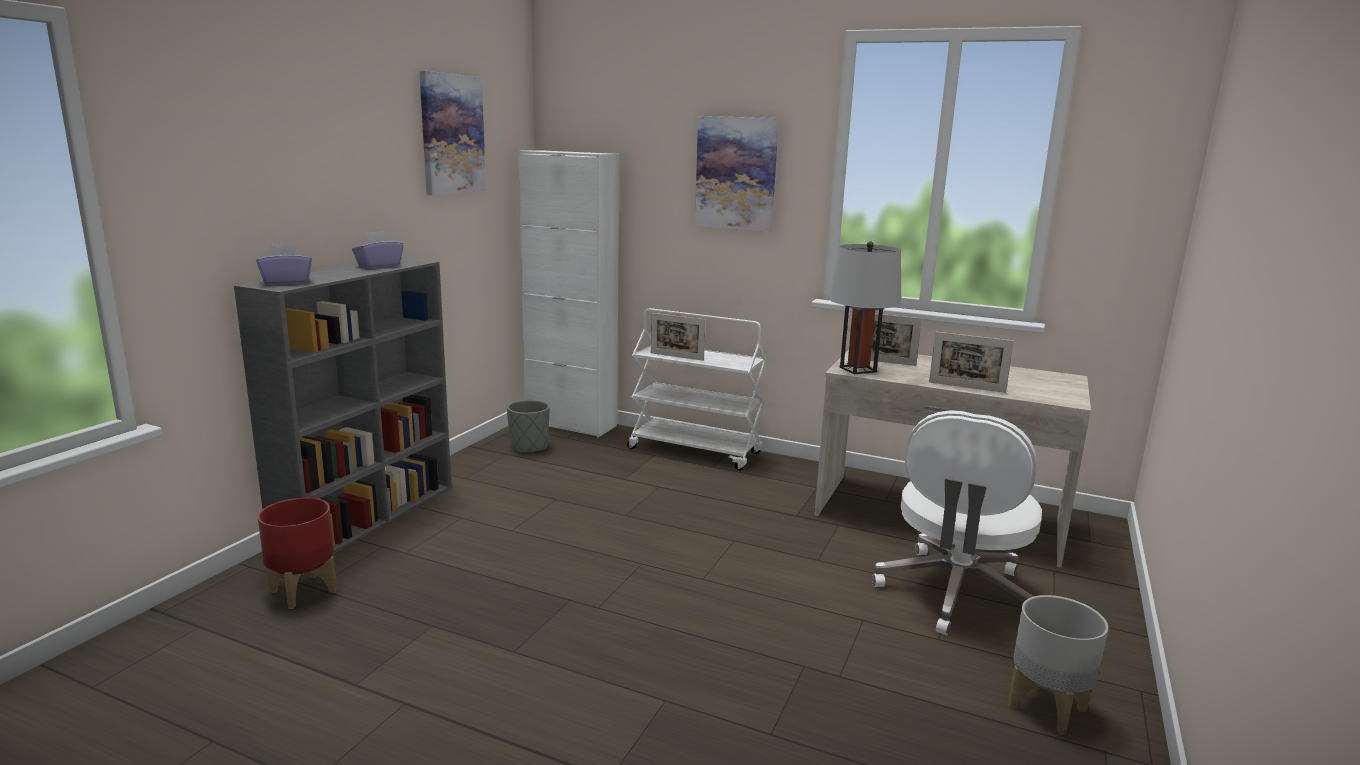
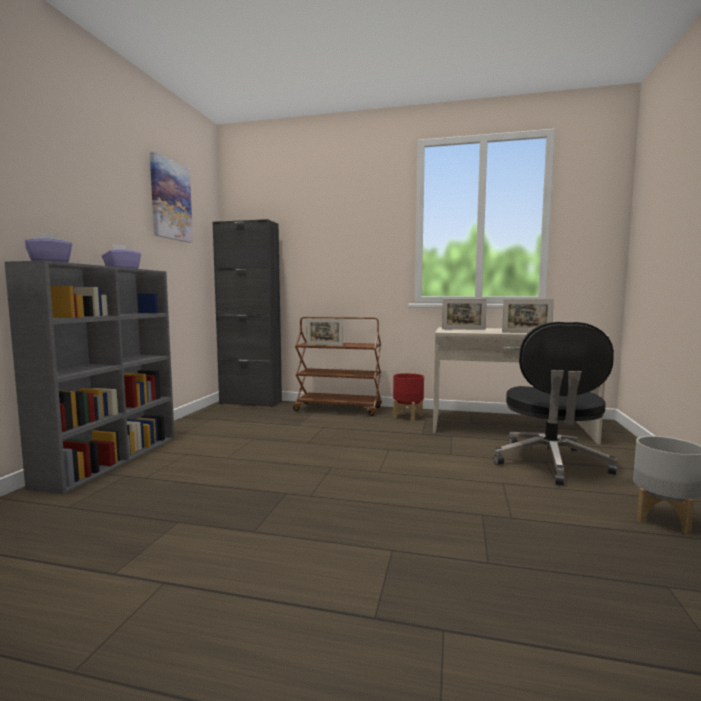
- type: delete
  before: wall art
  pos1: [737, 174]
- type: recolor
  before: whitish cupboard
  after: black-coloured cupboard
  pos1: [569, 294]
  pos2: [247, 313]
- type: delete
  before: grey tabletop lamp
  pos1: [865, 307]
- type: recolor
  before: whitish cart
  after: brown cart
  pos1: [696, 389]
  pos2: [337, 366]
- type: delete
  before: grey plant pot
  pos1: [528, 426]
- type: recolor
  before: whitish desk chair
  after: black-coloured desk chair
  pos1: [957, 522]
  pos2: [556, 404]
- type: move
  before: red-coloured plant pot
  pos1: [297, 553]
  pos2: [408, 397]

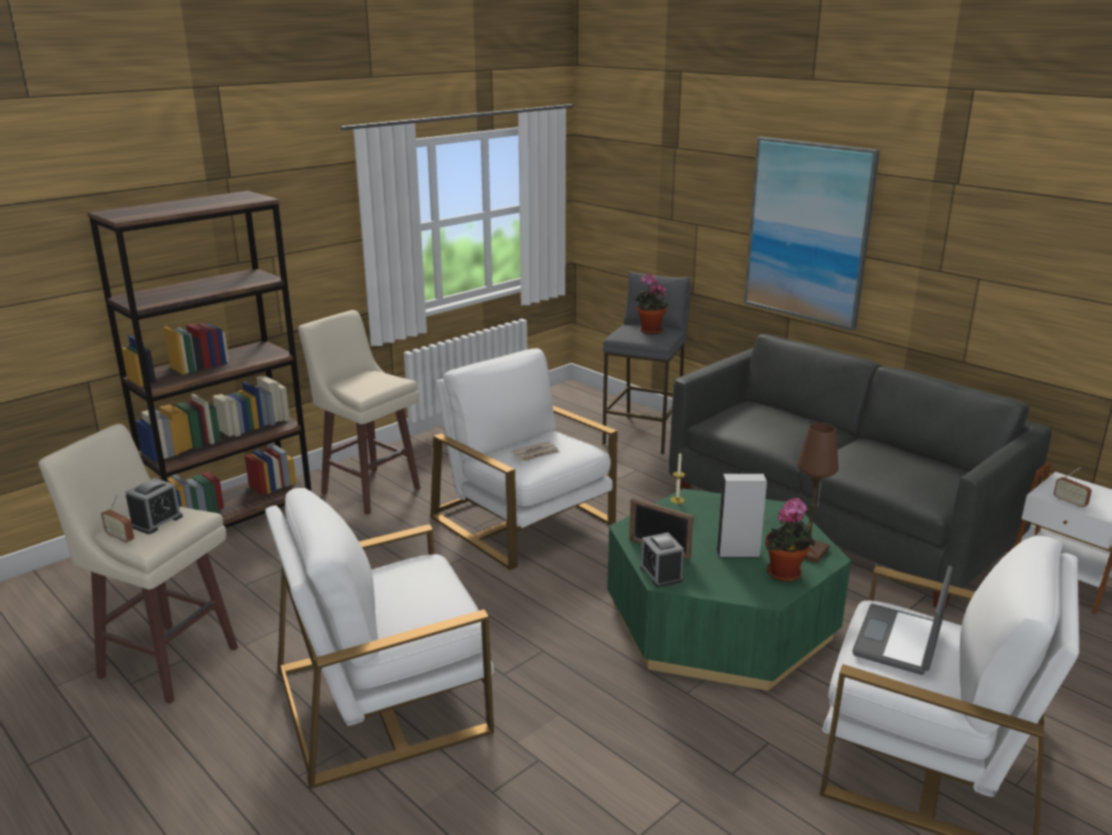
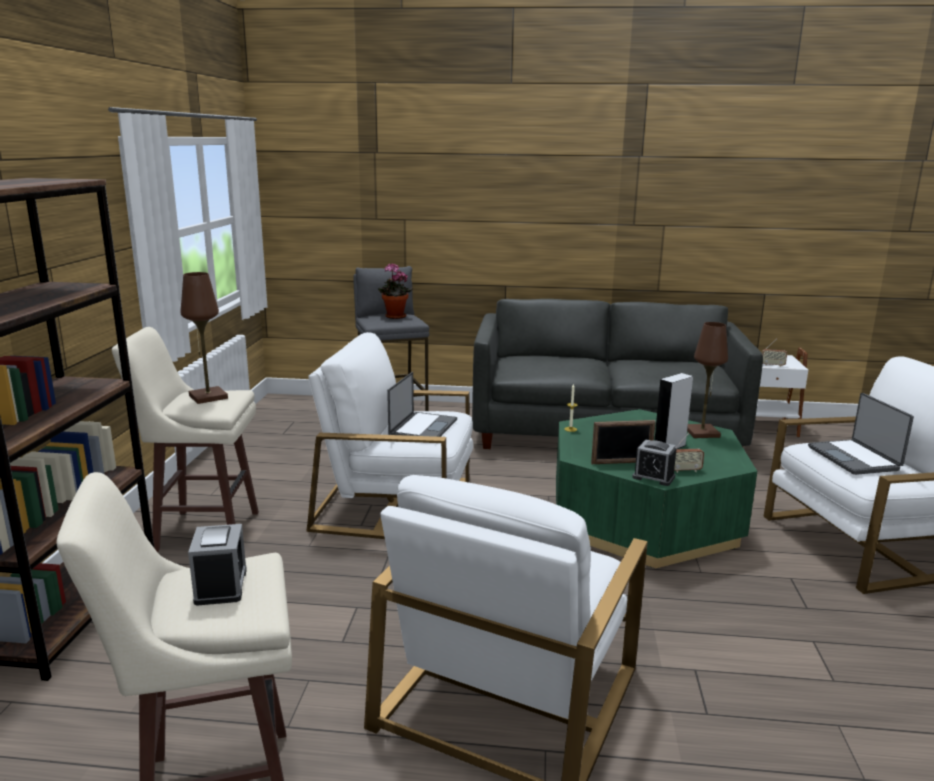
- type: delete
  before: wall art
  pos1: [812, 234]
- type: replace
  before: daily paper
  after: portable computer
  pos1: [535, 451]
  pos2: [422, 404]
- type: move
  before: radio receiver
  pos1: [117, 519]
  pos2: [689, 453]
- type: delete
  before: houseplant
  pos1: [790, 540]
- type: insert
  after: brown tabletop lamp
  pos2: [204, 338]

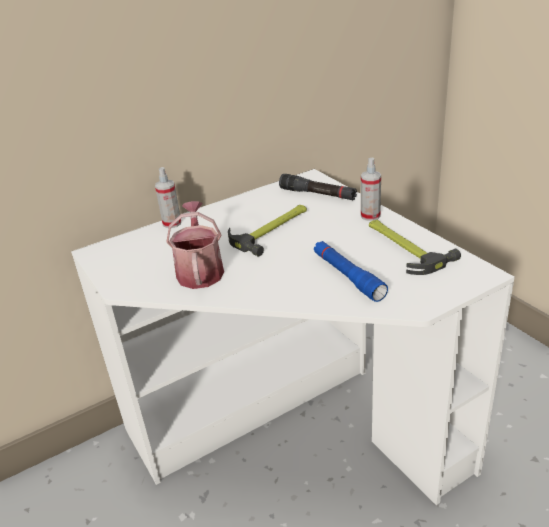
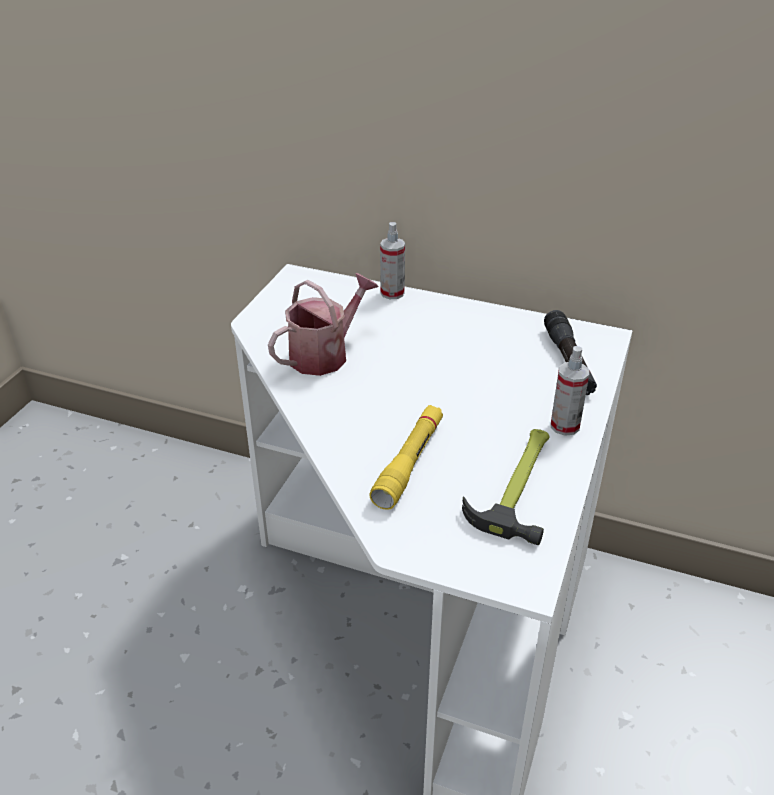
- type: delete
  before: tool hammer
  pos1: [267, 231]
- type: recolor
  before: blue-coloured flashlight
  after: yellowish flashlight
  pos1: [351, 271]
  pos2: [406, 457]

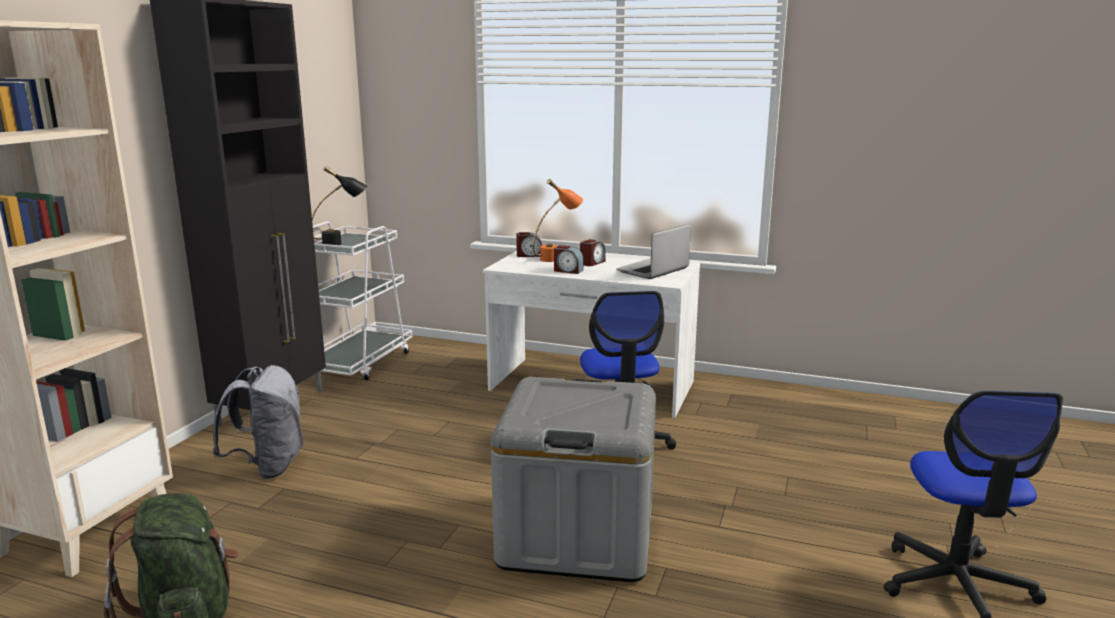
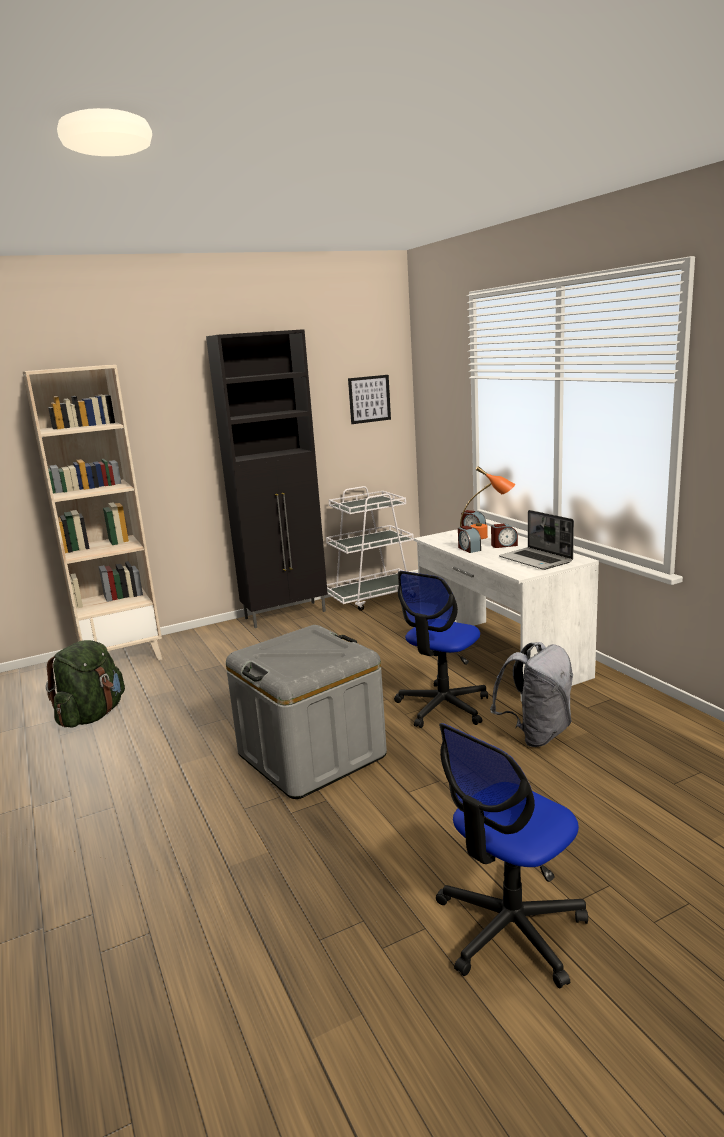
- type: delete
  before: black-coloured tabletop lamp
  pos1: [340, 205]
- type: rotate
  before: portable computer
  pos1: [653, 251]
  pos2: [536, 540]
  turn: -120
- type: move
  before: grey backpack
  pos1: [257, 422]
  pos2: [531, 694]
- type: insert
  after: wall art
  pos2: [369, 399]

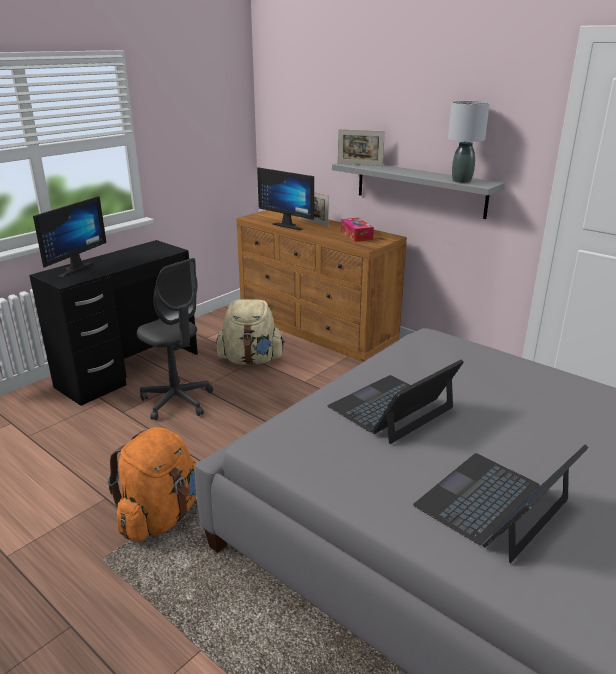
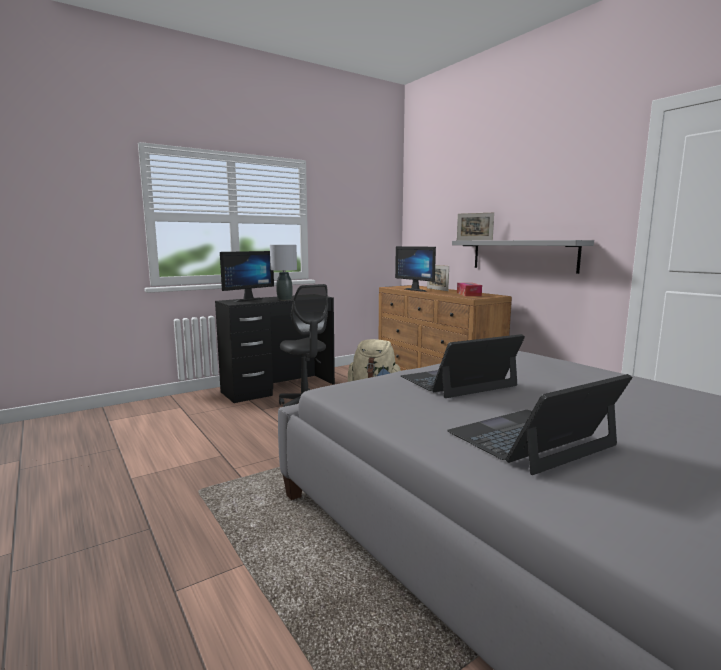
- type: move
  before: grey tabletop lamp
  pos1: [469, 142]
  pos2: [283, 272]
- type: delete
  before: orangey backpack
  pos1: [152, 485]

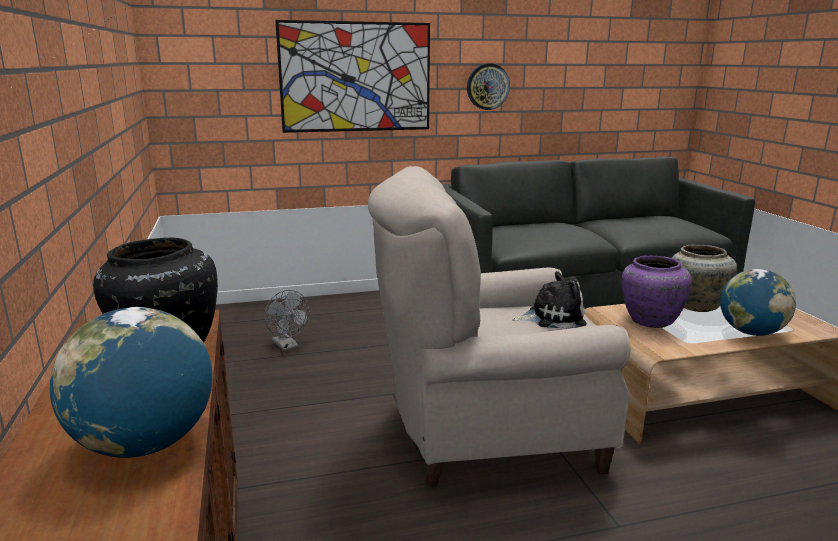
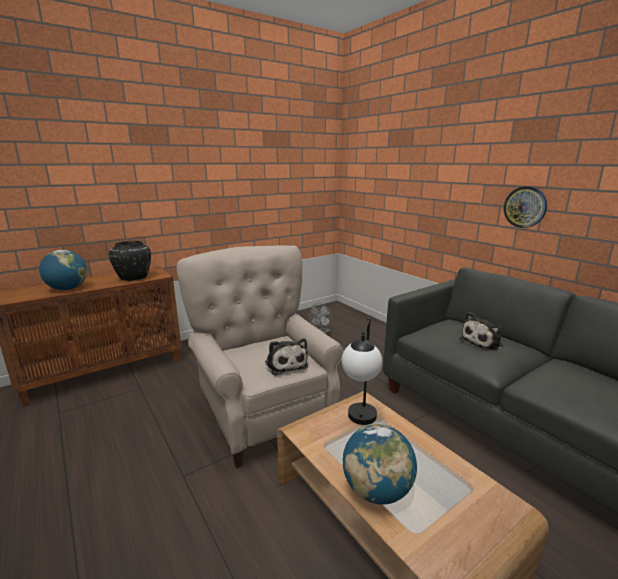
- type: delete
  before: wall art
  pos1: [352, 76]
- type: delete
  before: beige decorative vase
  pos1: [704, 278]
- type: replace
  before: purple decorative vase
  after: tabletop lamp
  pos1: [656, 292]
  pos2: [362, 370]
- type: insert
  after: cuddly toy
  pos2: [481, 331]

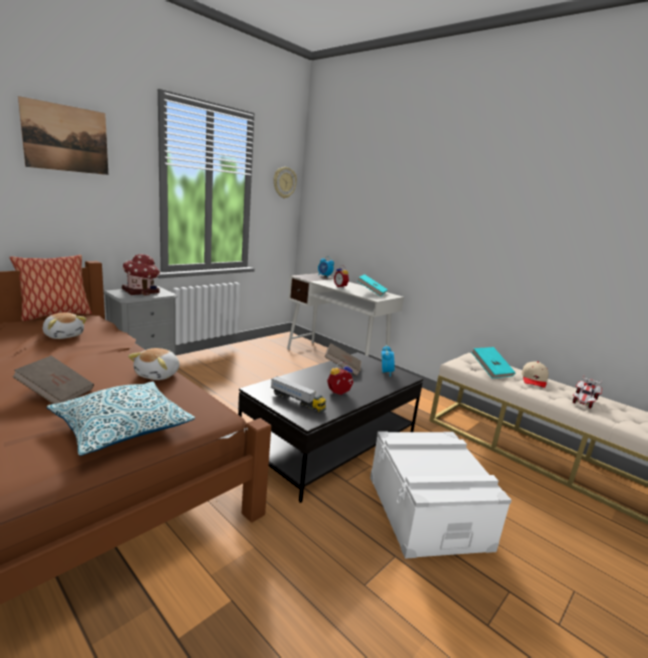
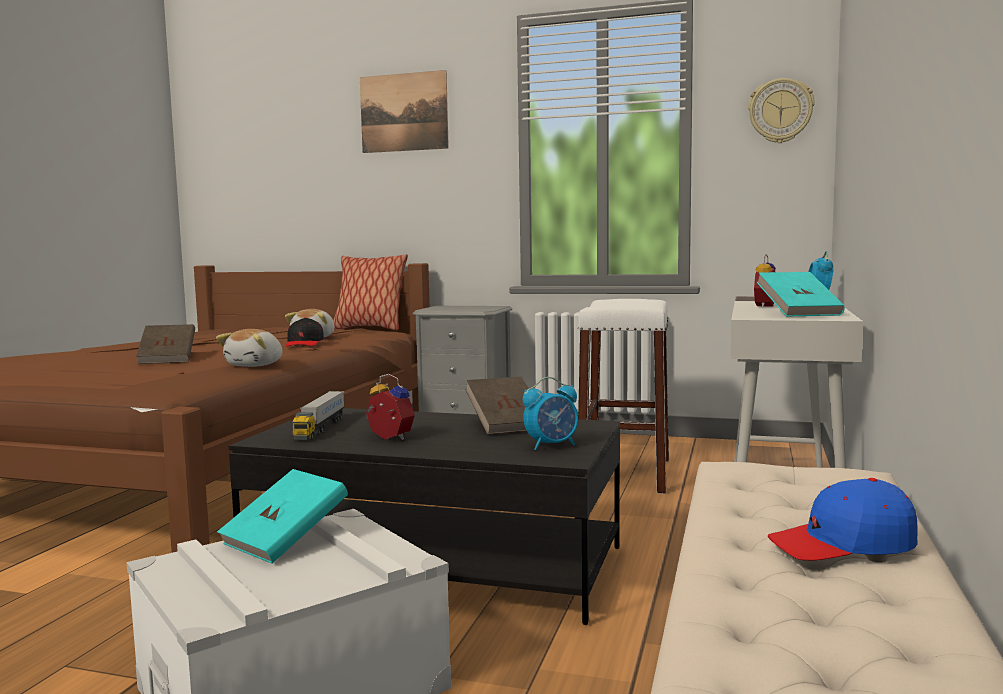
- type: delete
  before: miniature house
  pos1: [141, 275]
- type: move
  before: turquoise-coloured volume
  pos1: [493, 362]
  pos2: [282, 516]
- type: rotate
  before: cuddly toy
  pos1: [154, 364]
  pos2: [249, 348]
  turn: -60
- type: recolor
  before: beige peaked cap
  after: blue-coloured peaked cap
  pos1: [535, 374]
  pos2: [843, 519]
- type: delete
  before: toy car
  pos1: [587, 392]
- type: delete
  before: cushion
  pos1: [121, 418]
- type: insert
  after: whitish stool
  pos2: [623, 396]
- type: insert
  after: black-coloured peaked cap
  pos2: [305, 332]

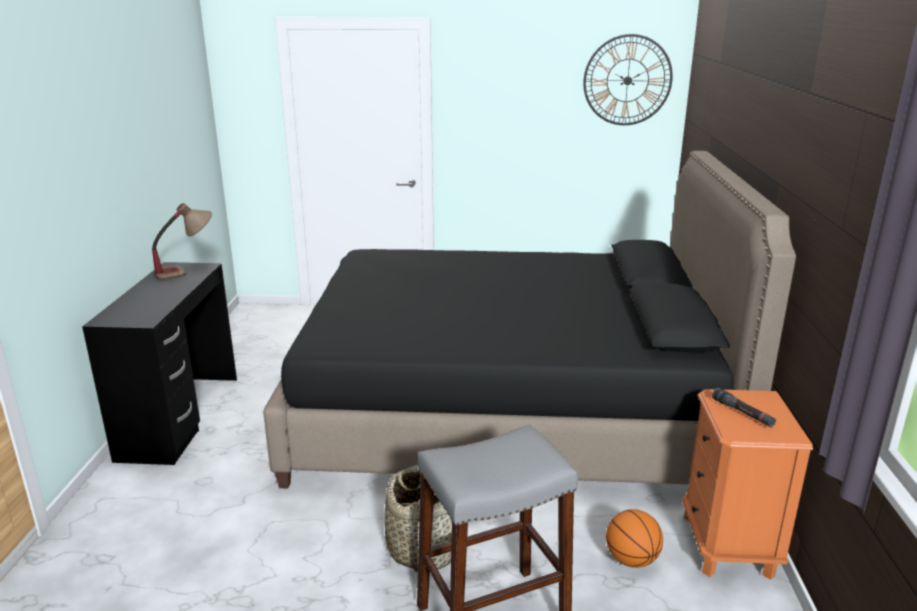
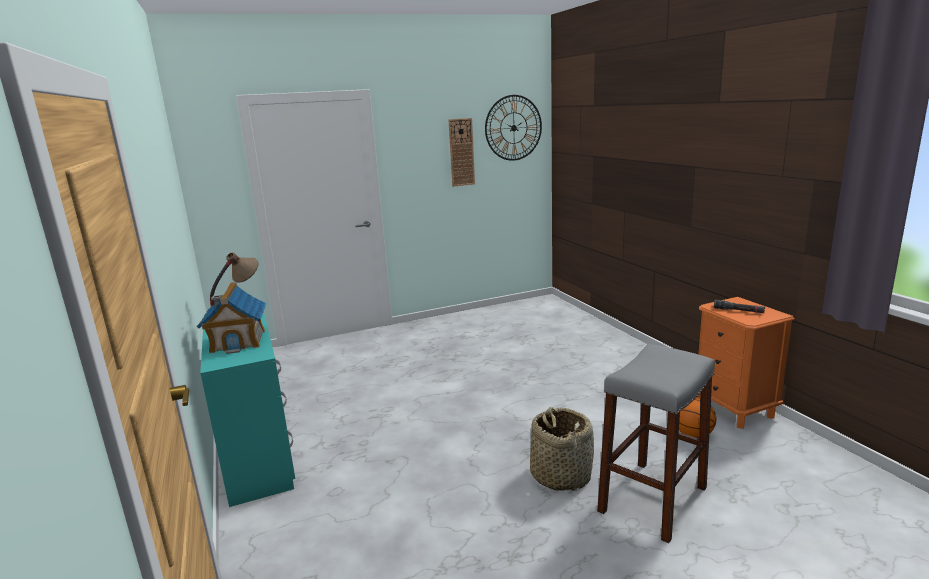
- type: delete
  before: black-coloured bedroom bed
  pos1: [529, 320]
- type: recolor
  before: black-coloured desk table
  after: turquoise-coloured desk table
  pos1: [159, 363]
  pos2: [247, 409]
- type: insert
  after: wall clock
  pos2: [462, 152]
- type: insert
  after: miniature house
  pos2: [231, 318]

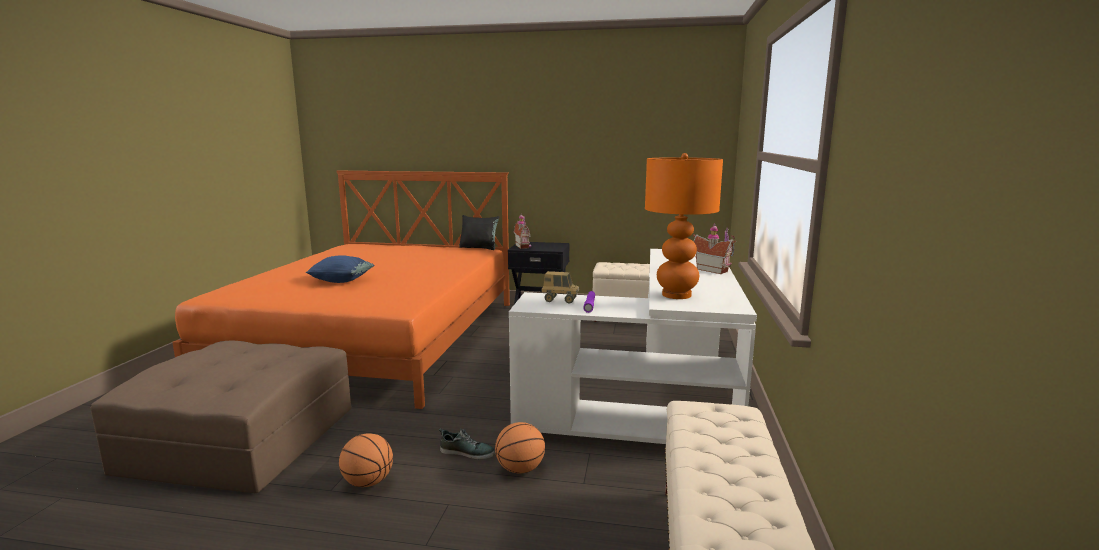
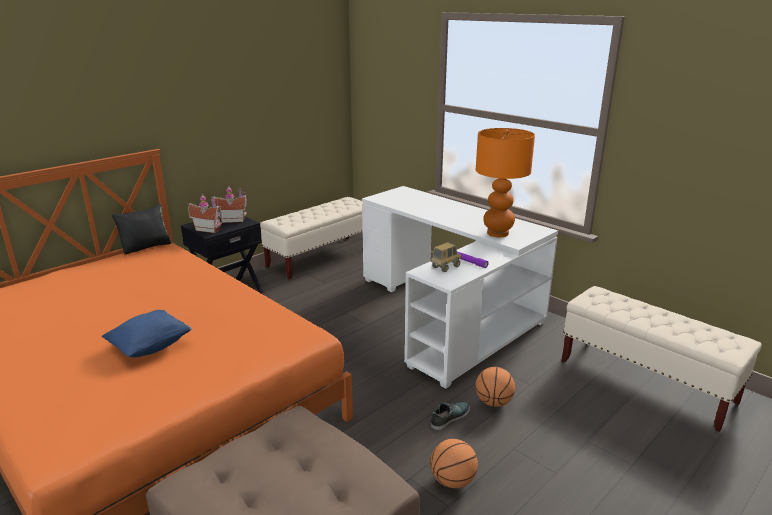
- type: move
  before: miniature house
  pos1: [714, 248]
  pos2: [230, 204]

